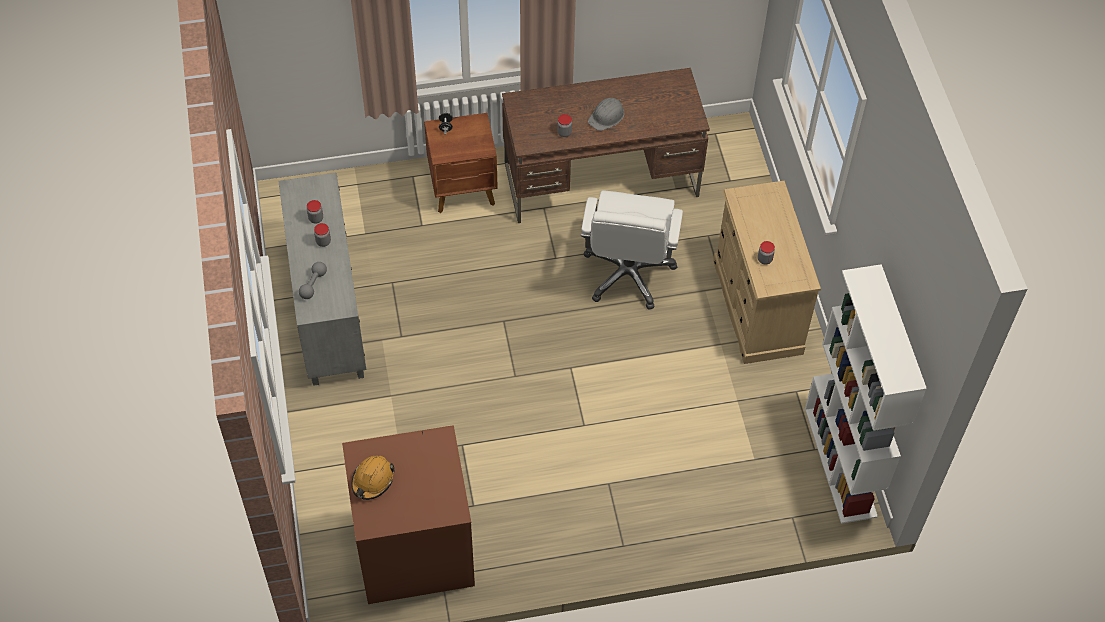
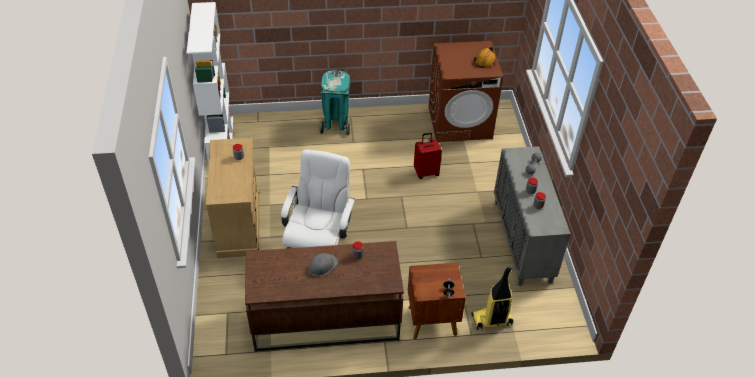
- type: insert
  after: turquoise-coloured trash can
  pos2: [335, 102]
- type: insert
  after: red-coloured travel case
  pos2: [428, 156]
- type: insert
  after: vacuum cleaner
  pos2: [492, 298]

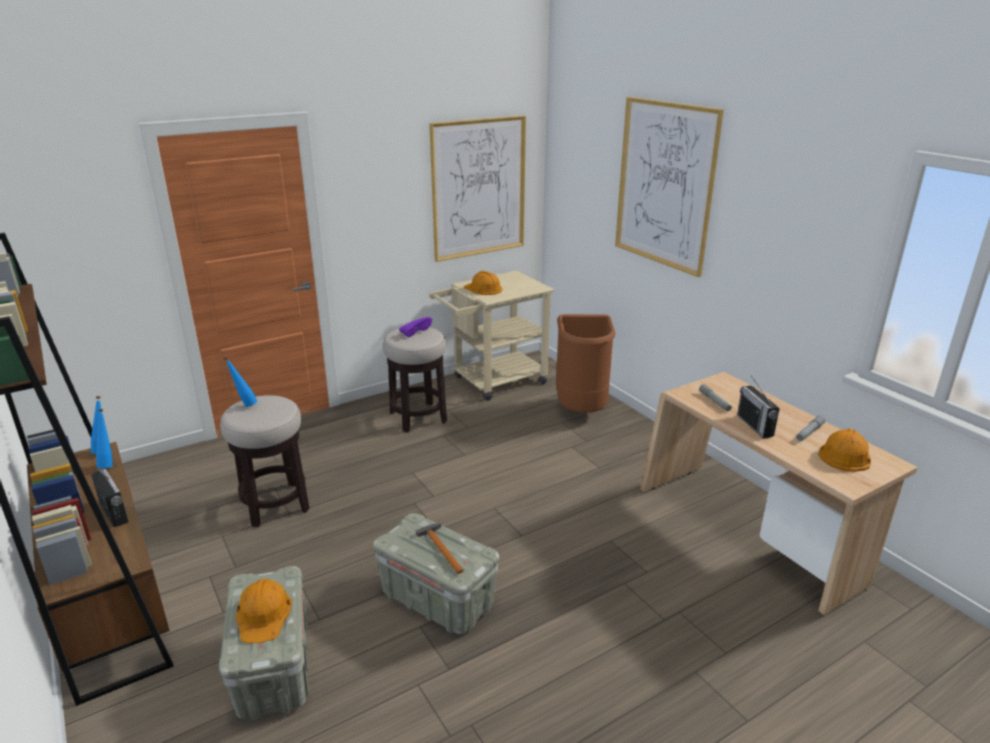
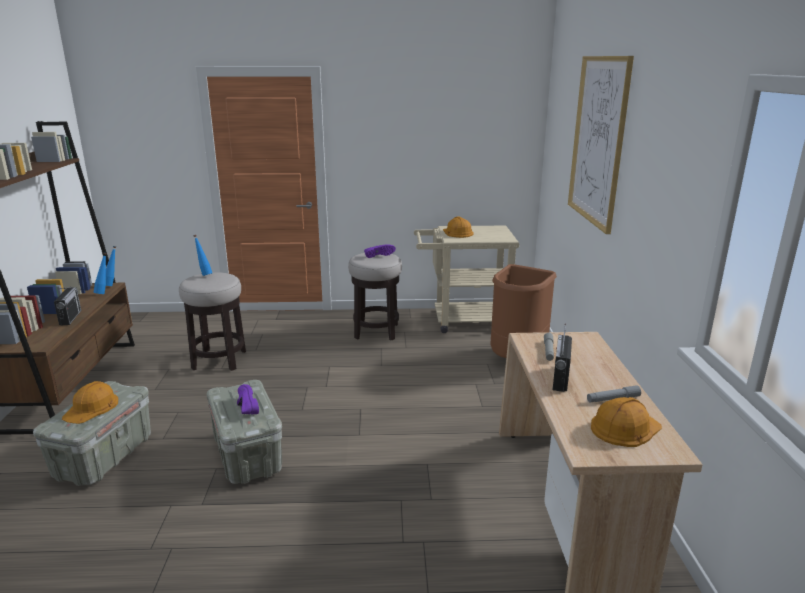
- type: delete
  before: wall art
  pos1: [477, 188]
- type: replace
  before: tool hammer
  after: purple item of footwear
  pos1: [440, 548]
  pos2: [248, 399]

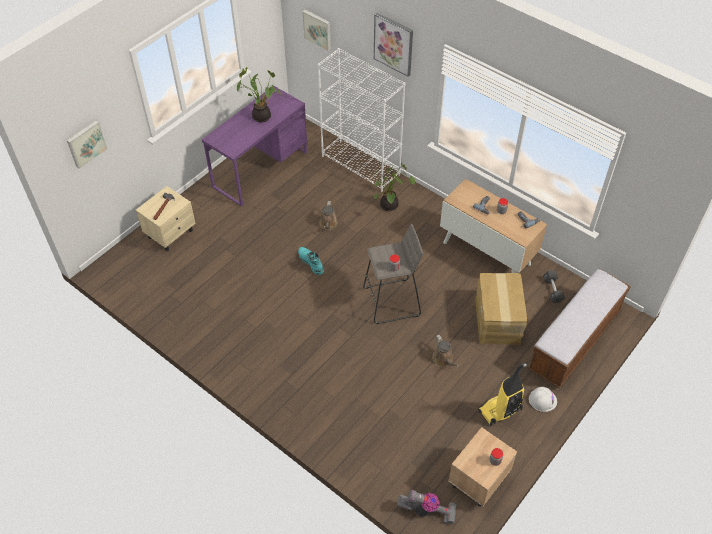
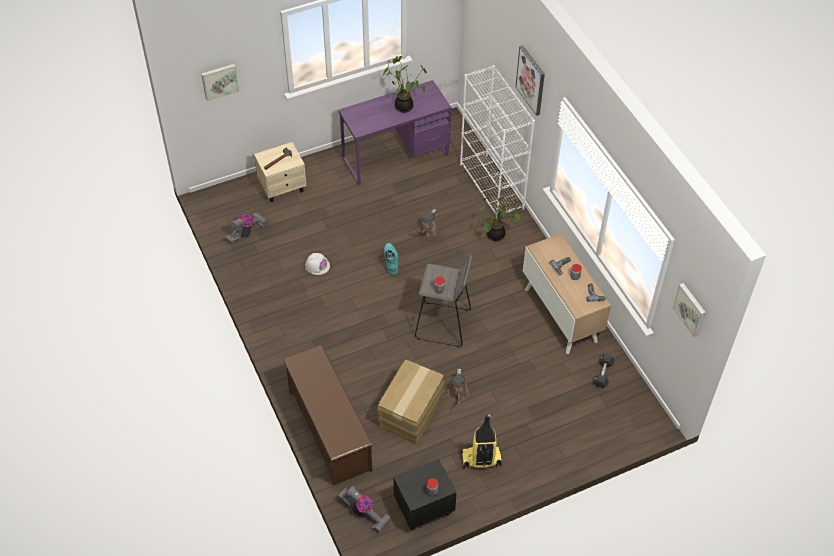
- type: move
  before: wall art
  pos1: [317, 30]
  pos2: [689, 310]
- type: delete
  before: long seat
  pos1: [579, 328]
- type: move
  before: cardboard box
  pos1: [501, 309]
  pos2: [410, 402]
- type: move
  before: whitish safety helmet
  pos1: [543, 399]
  pos2: [317, 264]
- type: recolor
  before: beige bedside table
  after: black-coloured bedside table
  pos1: [482, 467]
  pos2: [425, 494]
- type: insert
  after: vacuum cleaner
  pos2: [246, 228]
- type: insert
  after: brown shoe stand
  pos2: [328, 415]

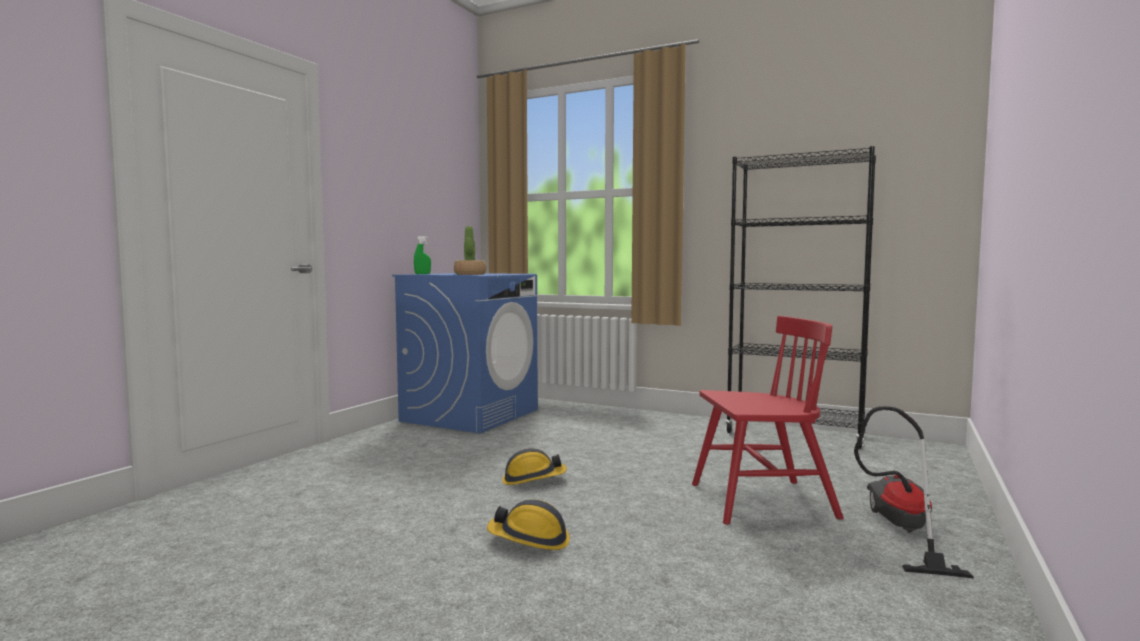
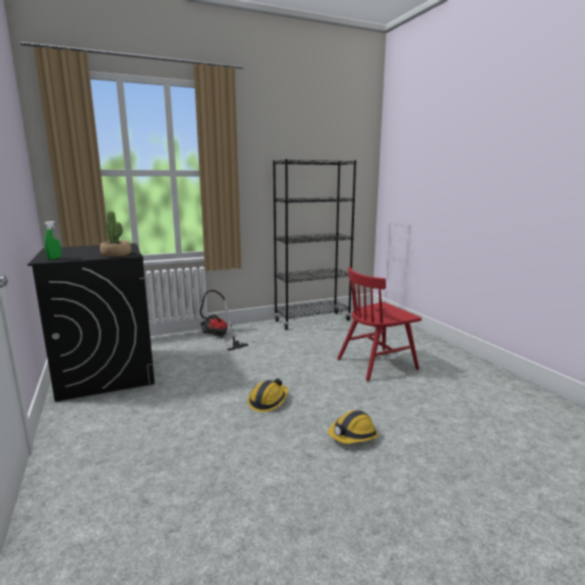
- type: recolor
  before: blue-coloured laundry machine
  after: black-coloured laundry machine
  pos1: [465, 353]
  pos2: [91, 322]
- type: rotate
  before: red-coloured chair
  pos1: [768, 420]
  pos2: [379, 324]
  turn: -150
- type: move
  before: vacuum cleaner
  pos1: [914, 492]
  pos2: [224, 320]

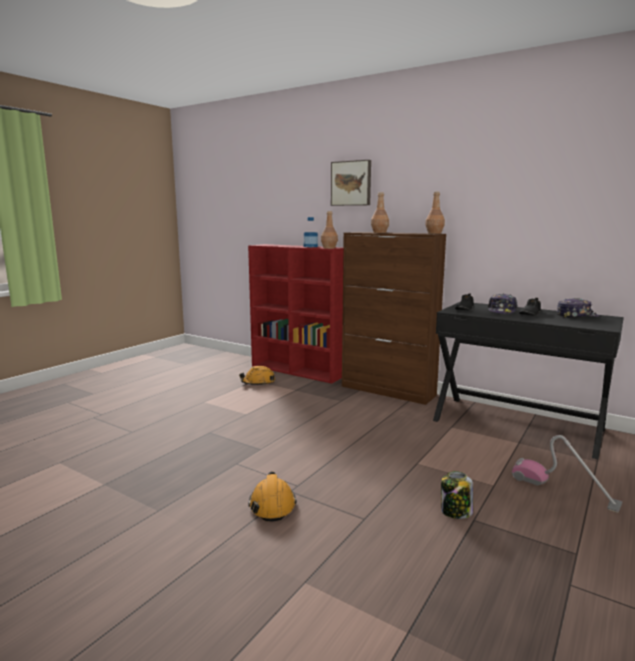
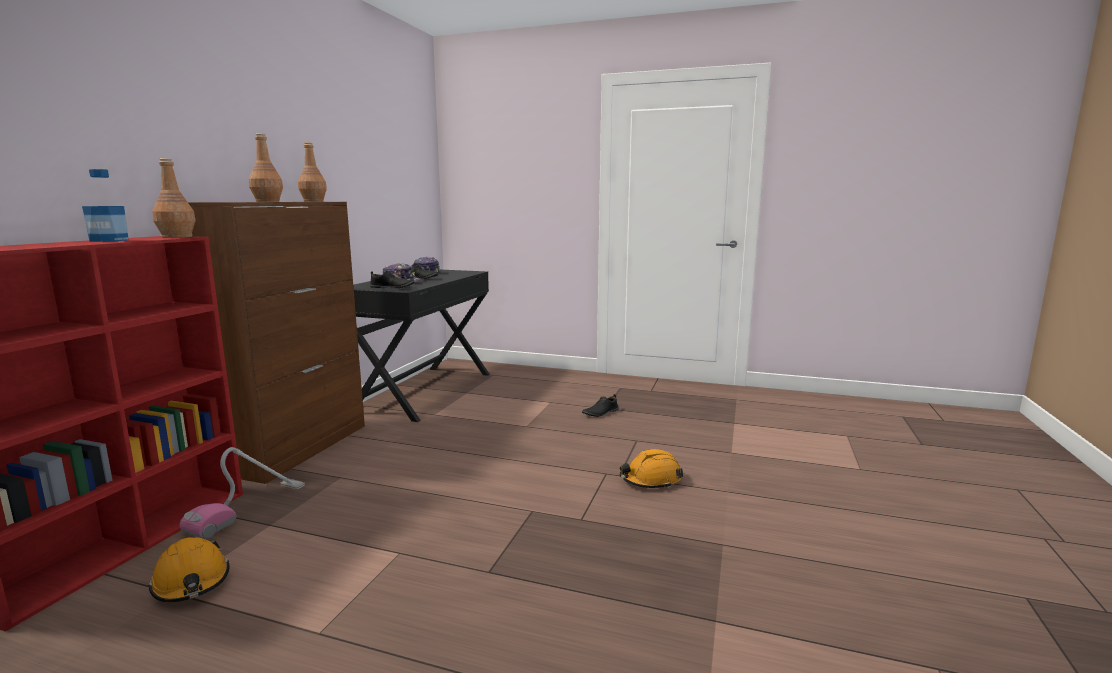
- type: delete
  before: wall art
  pos1: [351, 183]
- type: move
  before: vacuum cleaner
  pos1: [567, 474]
  pos2: [242, 493]
- type: replace
  before: jar
  after: black-coloured item of footwear
  pos1: [457, 495]
  pos2: [600, 405]

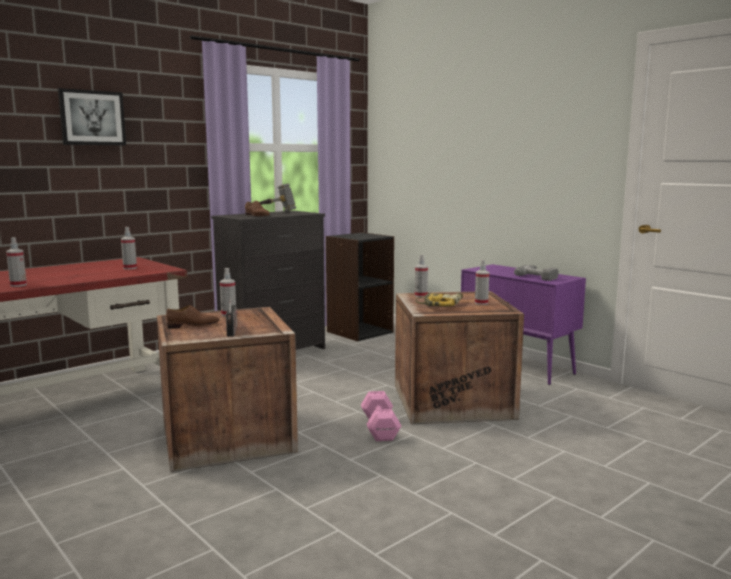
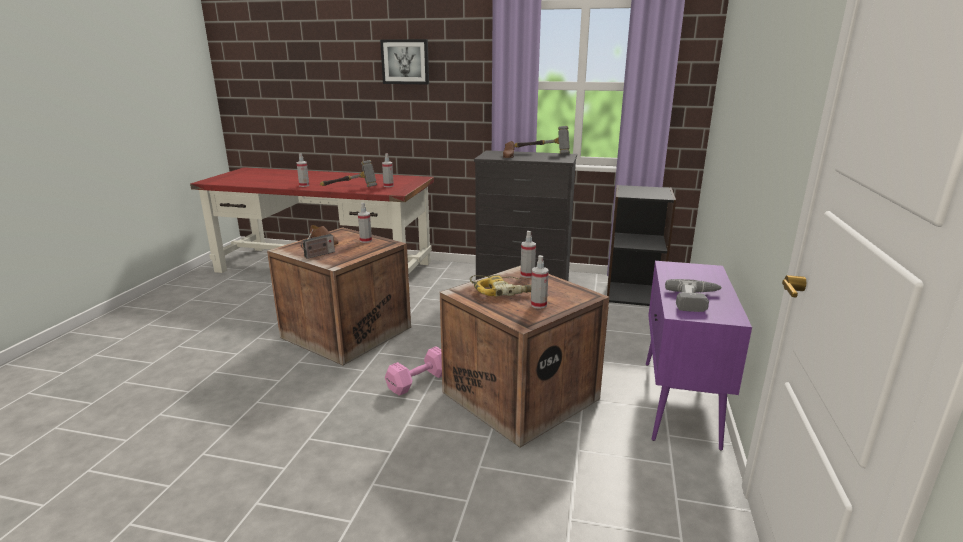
- type: insert
  after: tool hammer
  pos2: [348, 173]

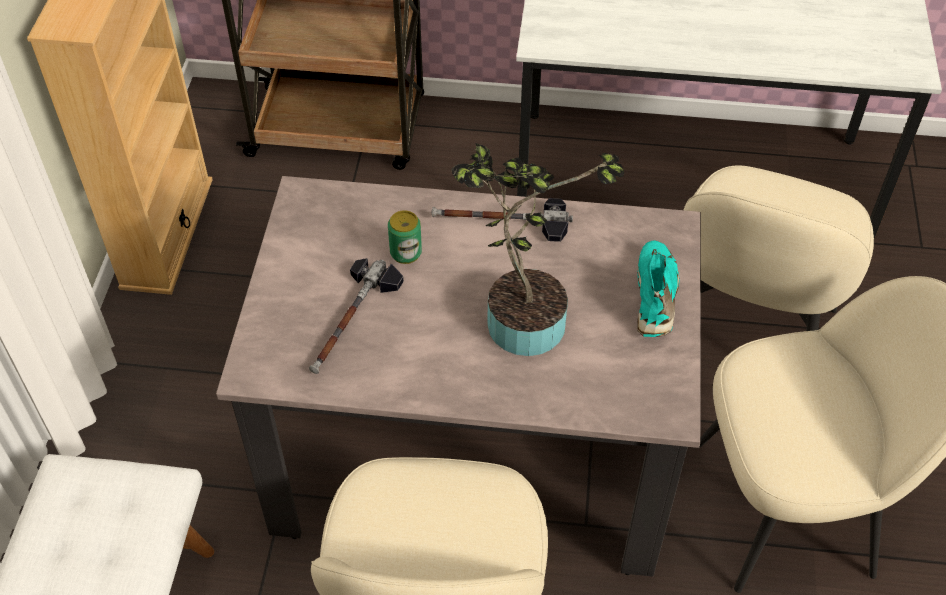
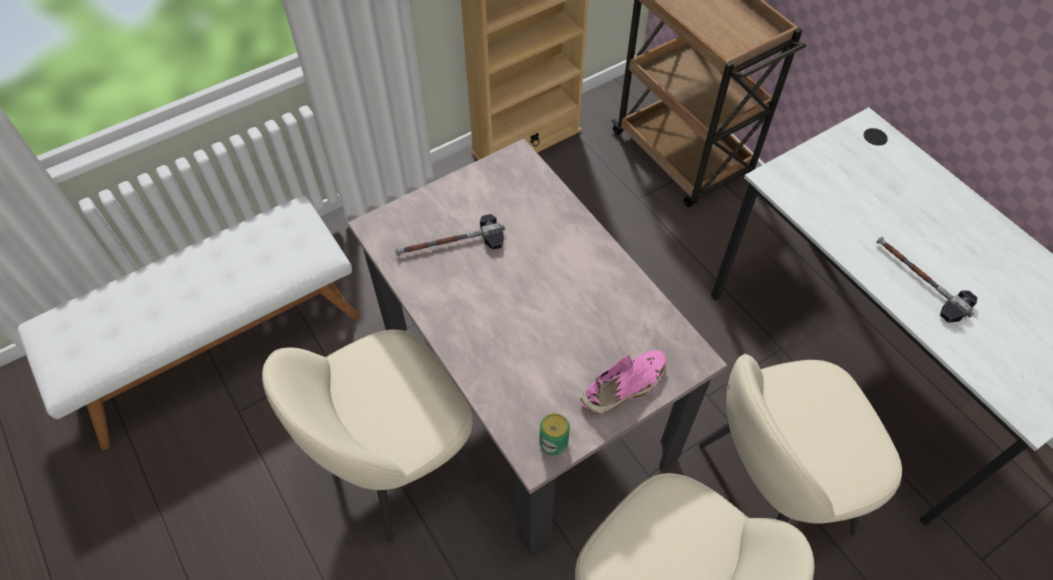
- type: delete
  before: houseplant
  pos1: [537, 249]
- type: move
  before: tool hammer
  pos1: [502, 220]
  pos2: [926, 280]
- type: move
  before: sealed can
  pos1: [405, 237]
  pos2: [554, 434]
- type: recolor
  before: turquoise-coloured item of footwear
  after: pinkish item of footwear
  pos1: [658, 288]
  pos2: [623, 382]

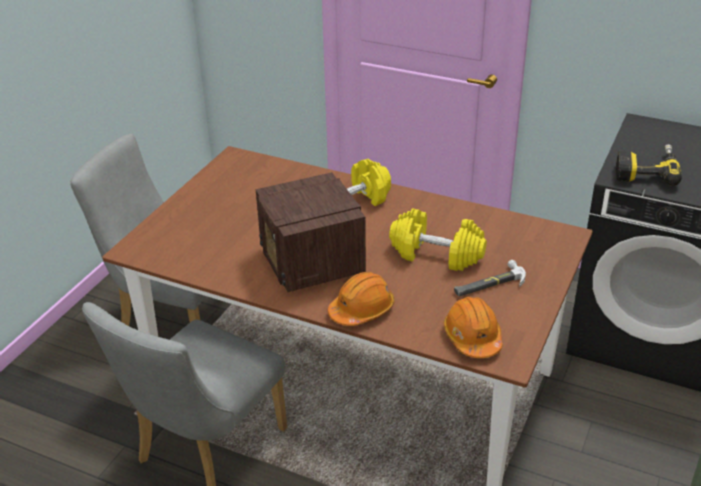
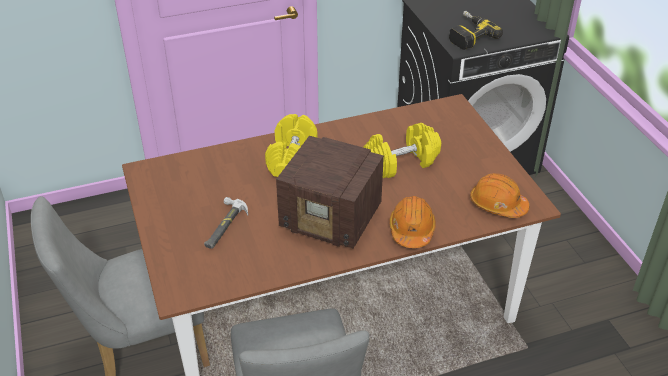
- type: move
  before: tool hammer
  pos1: [490, 278]
  pos2: [226, 223]

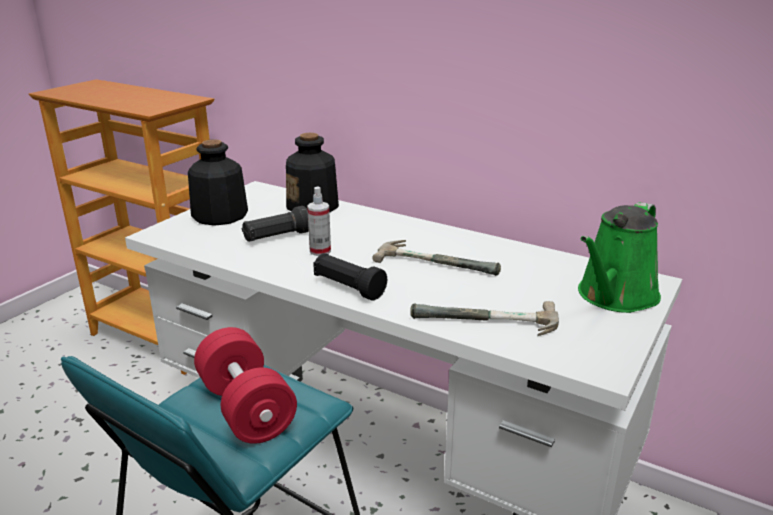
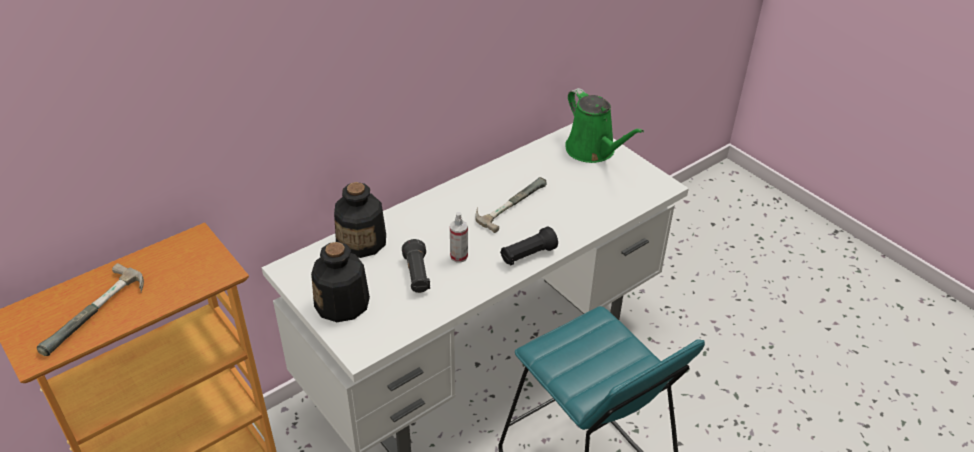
- type: move
  before: tool hammer
  pos1: [484, 318]
  pos2: [90, 309]
- type: delete
  before: red-coloured free weight
  pos1: [245, 385]

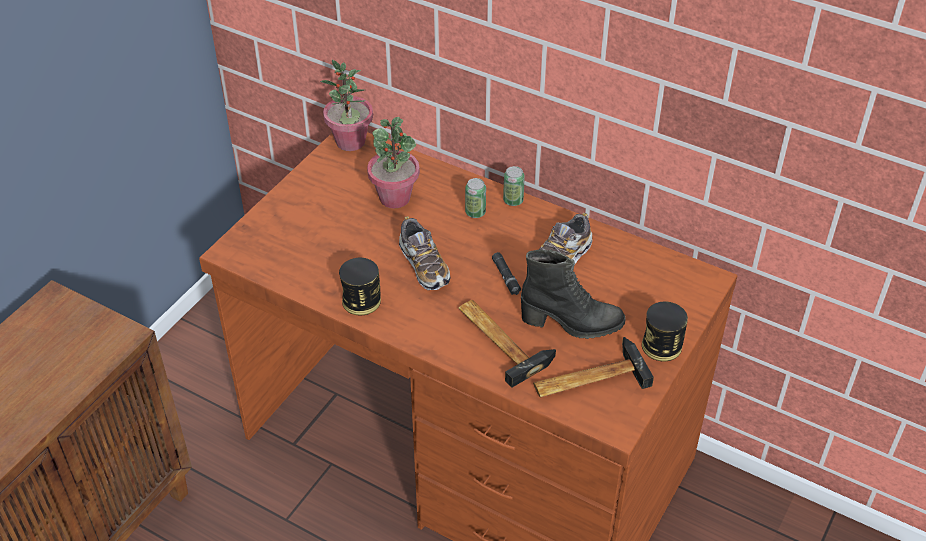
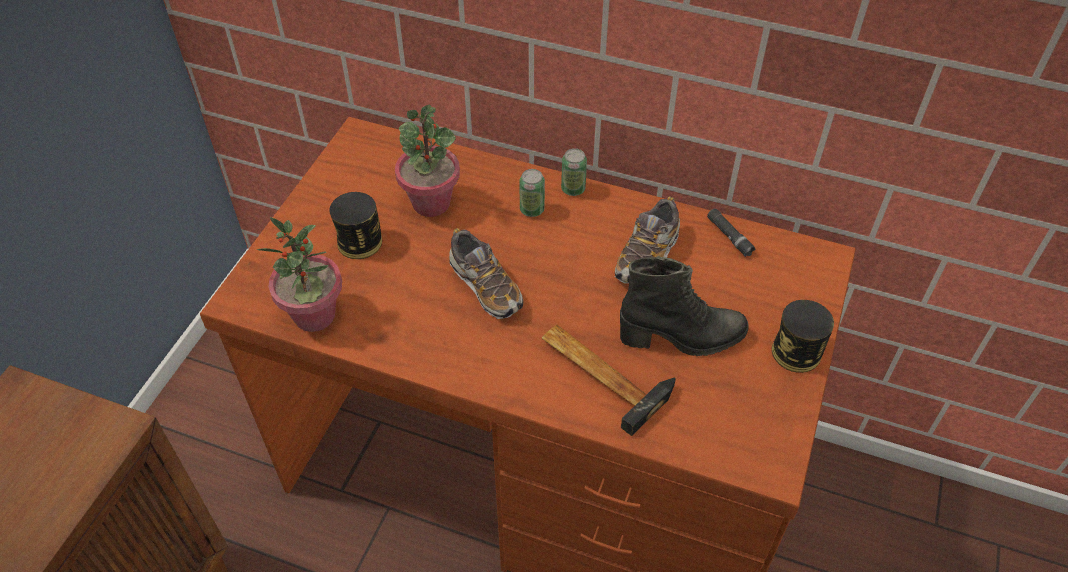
- type: move
  before: houseplant
  pos1: [346, 105]
  pos2: [299, 274]
- type: move
  before: black-coloured flashlight
  pos1: [506, 273]
  pos2: [731, 232]
- type: move
  before: sealed can
  pos1: [360, 287]
  pos2: [355, 225]
- type: delete
  before: tool hammer
  pos1: [593, 367]

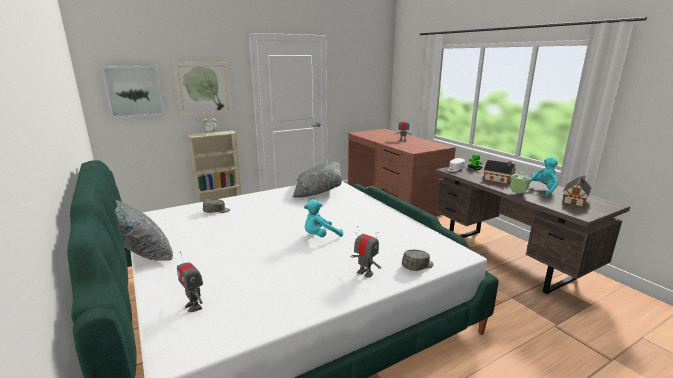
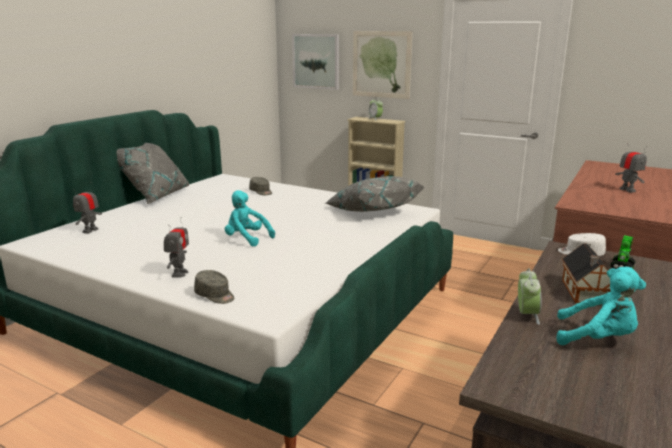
- type: delete
  before: miniature house
  pos1: [576, 191]

